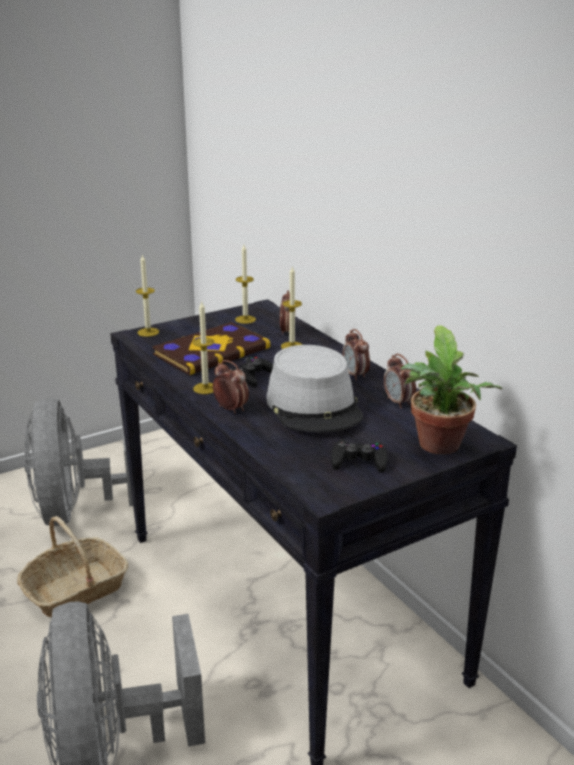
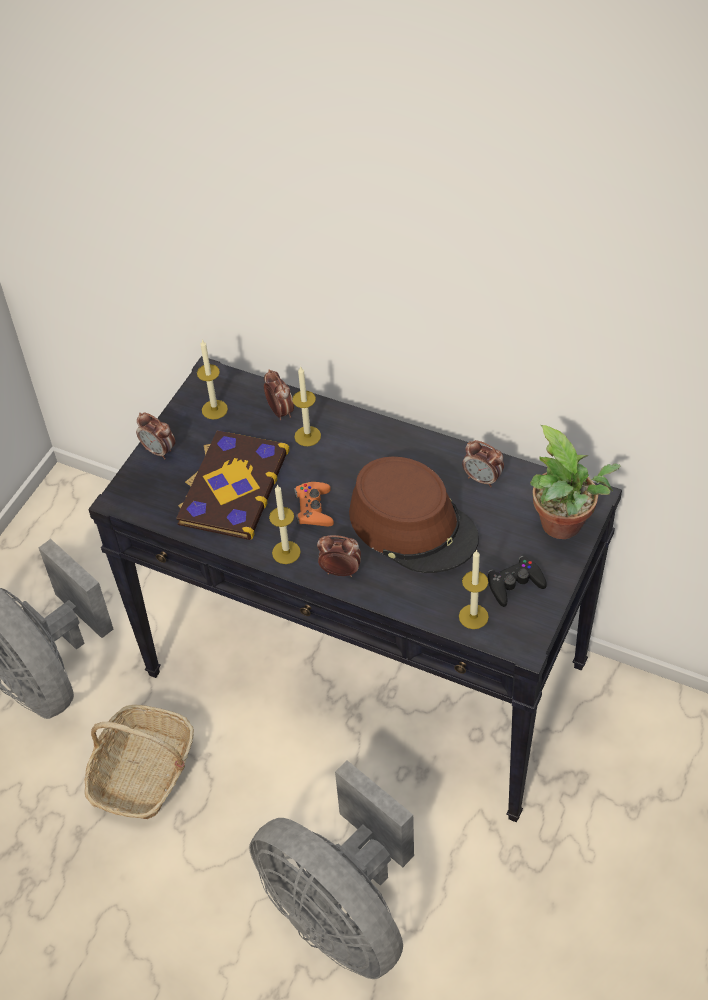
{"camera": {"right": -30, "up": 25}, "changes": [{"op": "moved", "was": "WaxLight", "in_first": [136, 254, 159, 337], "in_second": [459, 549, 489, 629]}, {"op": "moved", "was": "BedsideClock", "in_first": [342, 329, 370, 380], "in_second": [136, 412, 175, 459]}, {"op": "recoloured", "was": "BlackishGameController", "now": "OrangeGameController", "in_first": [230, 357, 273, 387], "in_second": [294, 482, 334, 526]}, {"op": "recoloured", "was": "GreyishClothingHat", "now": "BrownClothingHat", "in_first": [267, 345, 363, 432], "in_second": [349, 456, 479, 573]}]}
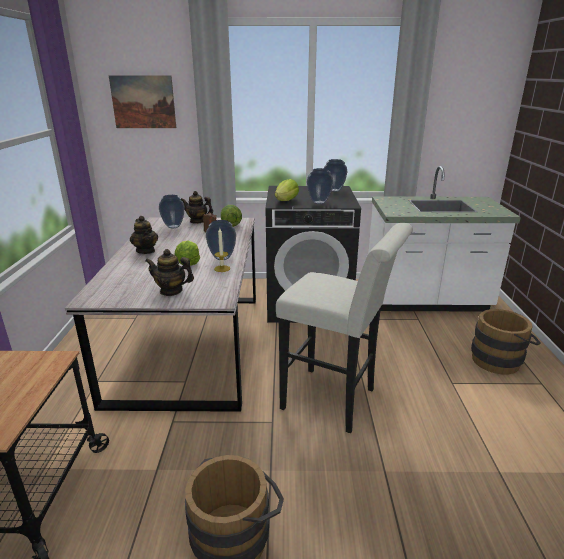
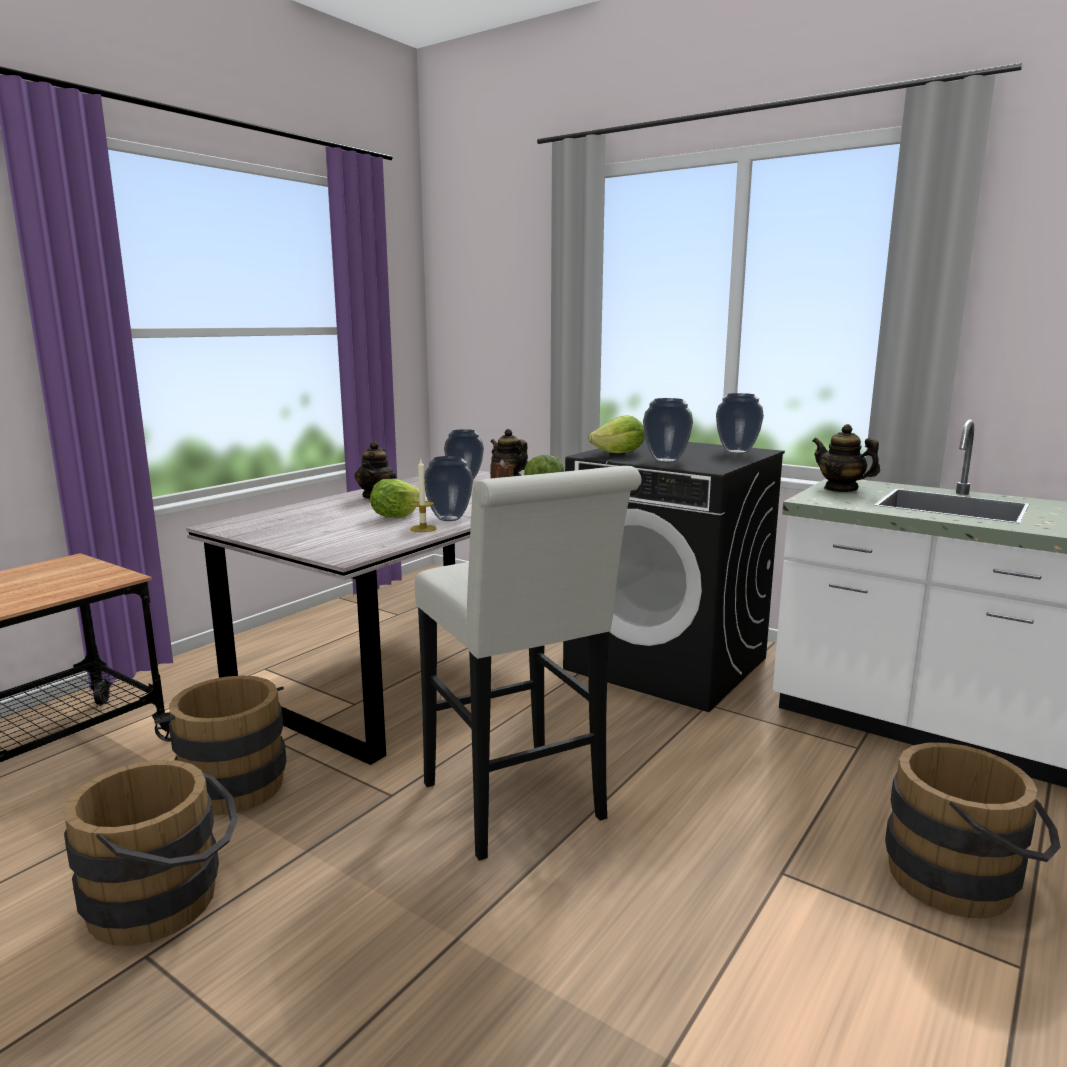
{"camera": {"right": 35, "up": -10}, "changes": [{"op": "removed", "was": "WallPicture", "in_first": [109, 75, 176, 128]}, {"op": "added", "now": "BrownPail", "in_second": [154, 675, 286, 815]}, {"op": "moved", "was": "Teapot", "in_first": [145, 249, 194, 296], "in_second": [812, 424, 880, 492]}]}
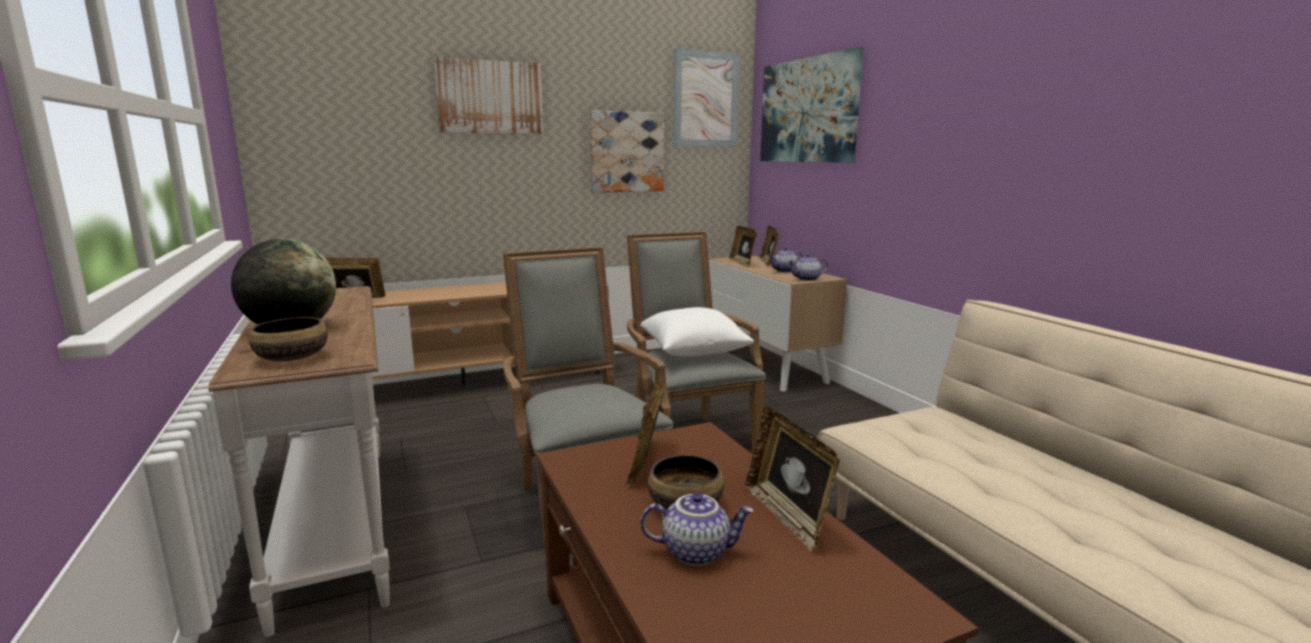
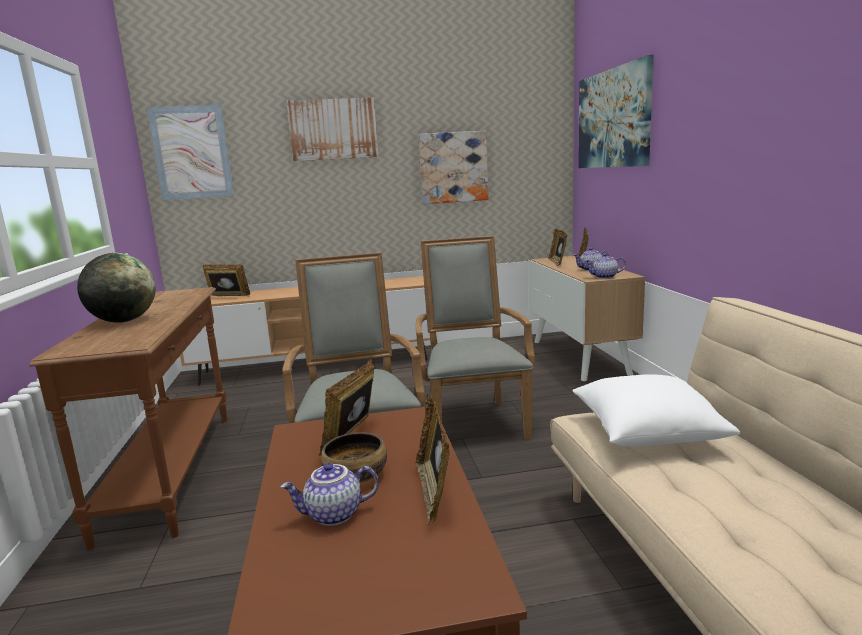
{"camera": {"right": 15, "up": 0}, "changes": [{"op": "removed", "was": "DeepDish", "in_first": [249, 317, 328, 362]}, {"op": "moved", "was": "WhiteThrowPillow", "in_first": [640, 307, 754, 356], "in_second": [572, 374, 740, 447]}, {"op": "moved", "was": "WallPicture", "in_first": [673, 49, 739, 147], "in_second": [146, 105, 234, 200]}, {"op": "recoloured", "was": "WhiteHallTable", "now": "BrownHallTable", "in_first": [208, 286, 390, 637], "in_second": [29, 287, 227, 550]}, {"op": "turned", "was": "Teapot", "in_first": [640, 492, 754, 566], "in_second": [280, 463, 379, 526], "clockwise": 150}]}
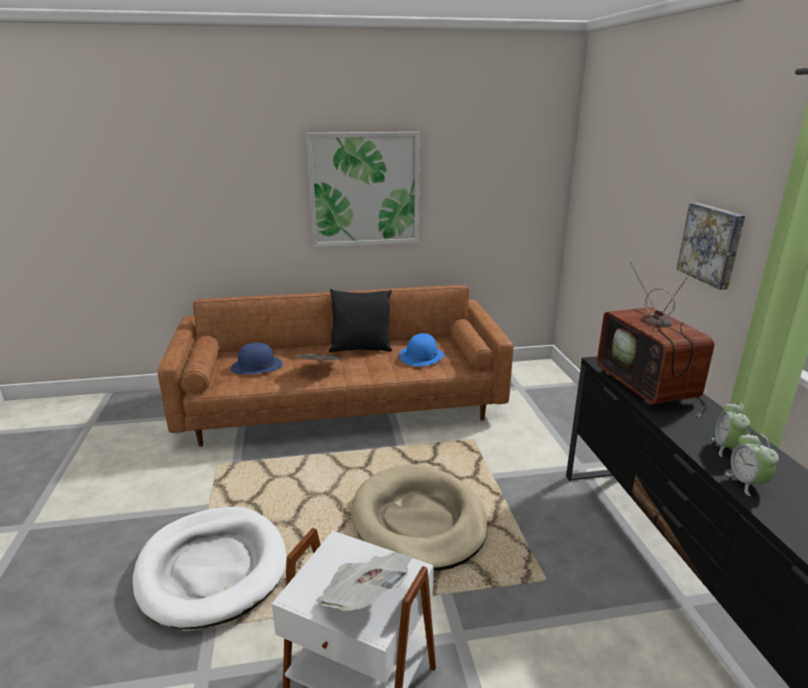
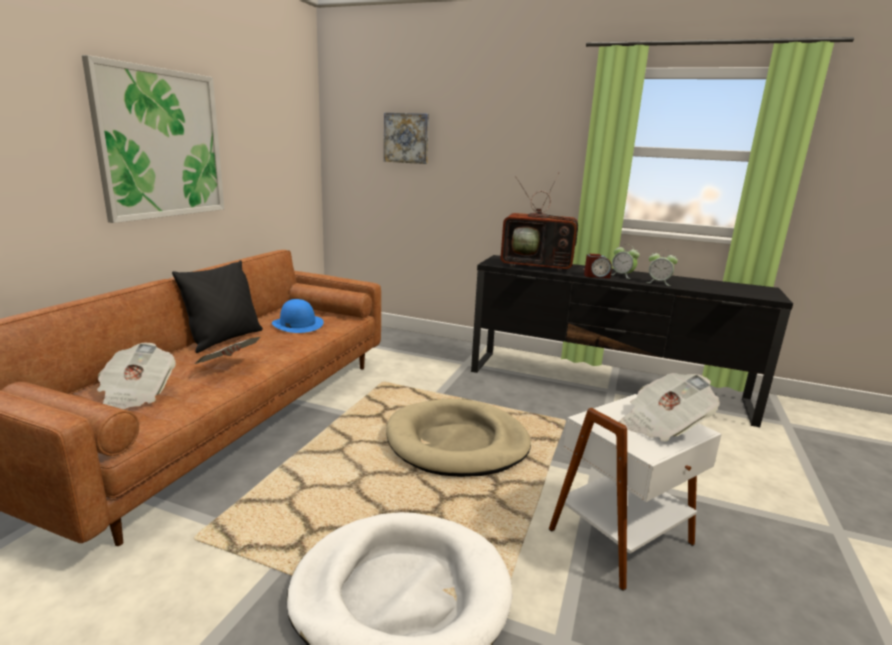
{"camera": {"right": -60, "up": -5}, "changes": [{"op": "added", "now": "BedsideClock", "in_second": [584, 254, 612, 278]}, {"op": "moved", "was": "WallPicture", "in_first": [676, 203, 745, 290], "in_second": [384, 113, 429, 164]}, {"op": "replaced", "was": "BlueClothingHat", "now": "Newspaper", "in_first": [231, 343, 282, 374], "in_second": [97, 343, 176, 409]}]}
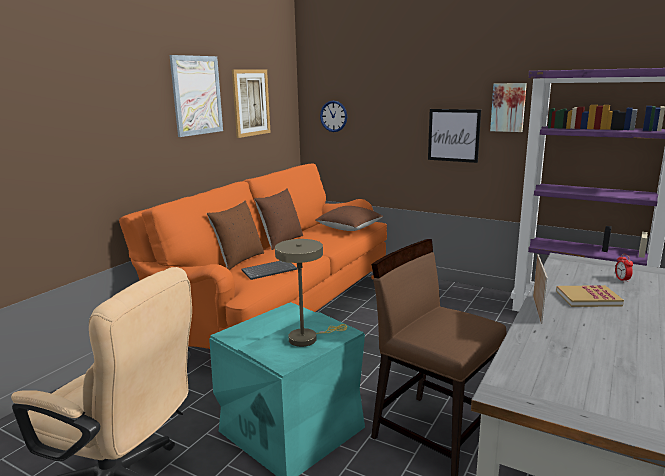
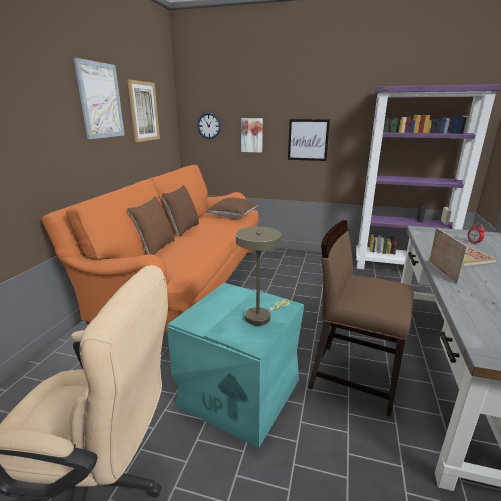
{"camera": {"right": -15, "up": 5}, "changes": [{"op": "removed", "was": "PcKeyboard", "in_first": [241, 261, 298, 280]}, {"op": "moved", "was": "WallPicture", "in_first": [490, 83, 527, 132], "in_second": [241, 118, 263, 153]}]}
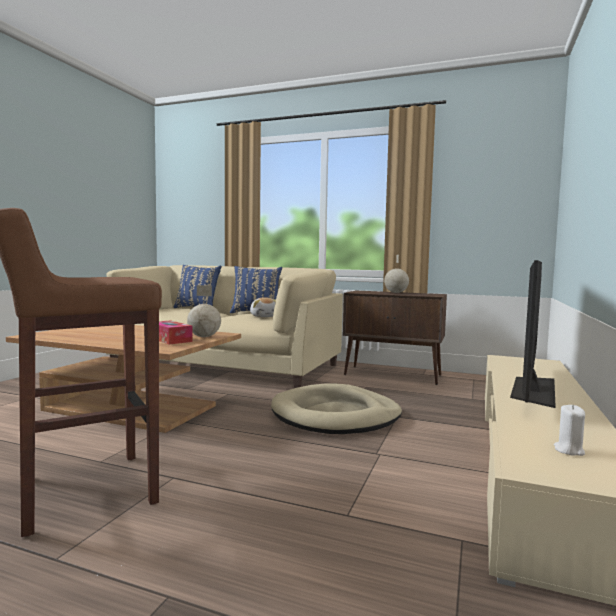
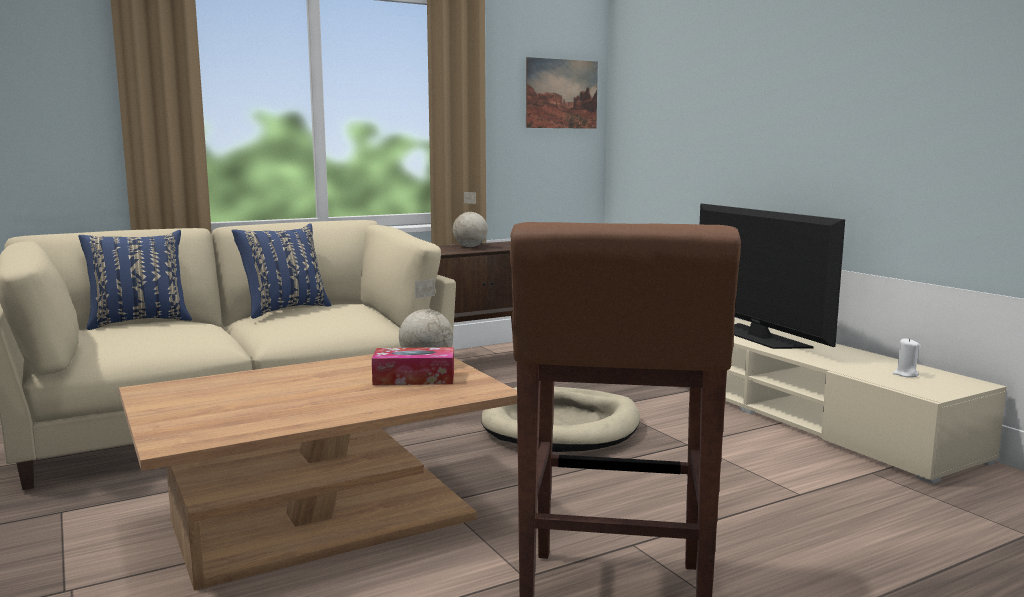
{"camera": {"right": -50, "up": 5}, "changes": [{"op": "removed", "was": "CuddlyToy", "in_first": [250, 297, 276, 317]}, {"op": "added", "now": "WallPicture", "in_second": [526, 57, 598, 129]}]}
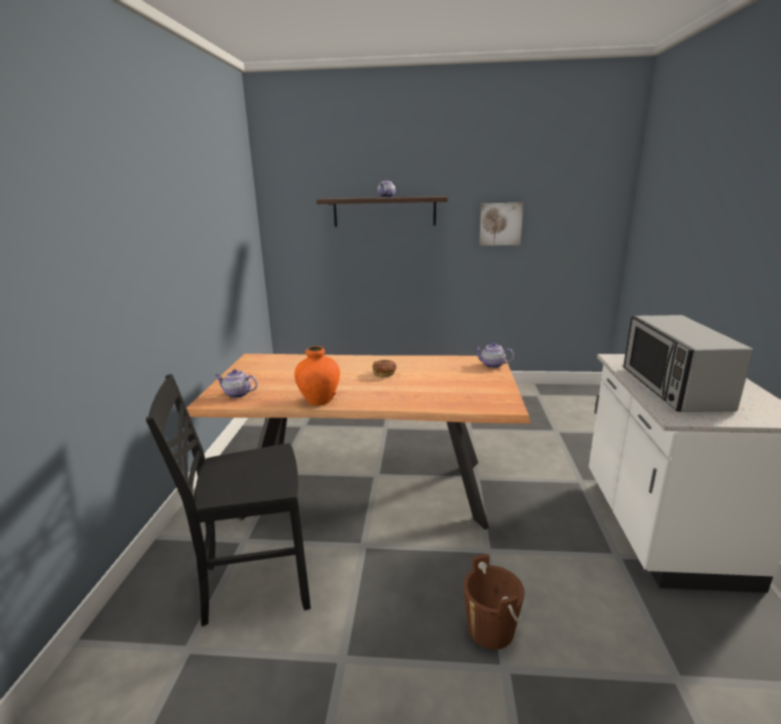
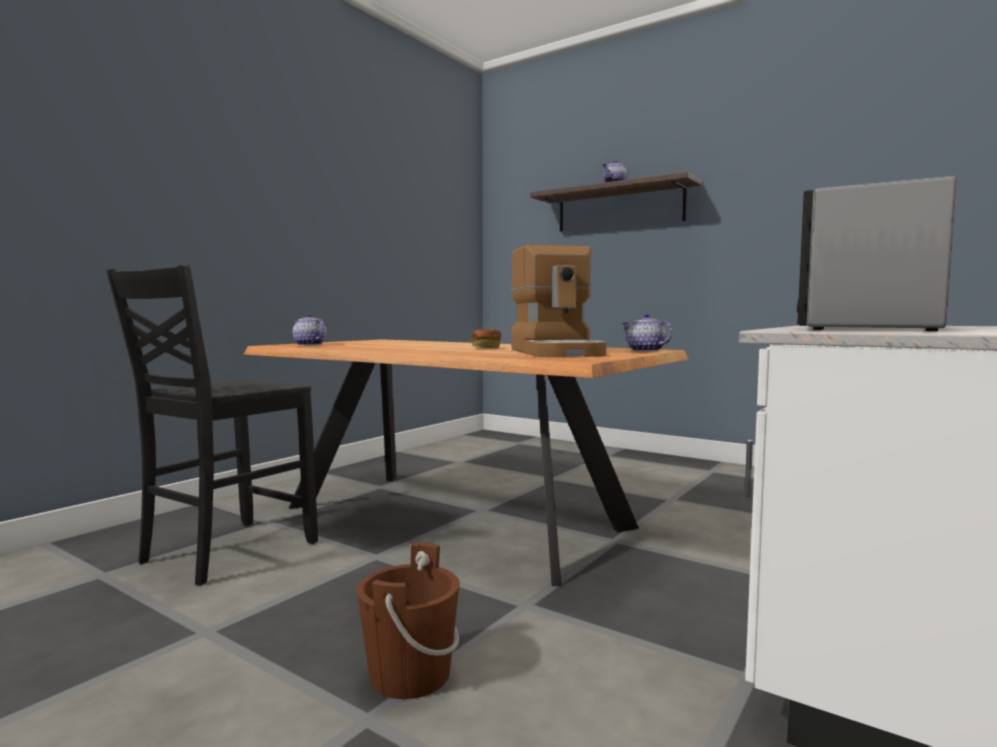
{"camera": {"right": 30, "up": -15}, "changes": [{"op": "removed", "was": "OrangeFlowerVase", "in_first": [294, 346, 340, 406]}, {"op": "removed", "was": "WallPicture", "in_first": [479, 203, 524, 246]}, {"op": "added", "now": "CoffeeMaker", "in_second": [511, 245, 606, 357]}, {"op": "turned", "was": "BlackishChair", "in_first": [146, 374, 311, 626], "in_second": [106, 264, 318, 586], "clockwise": -75}]}
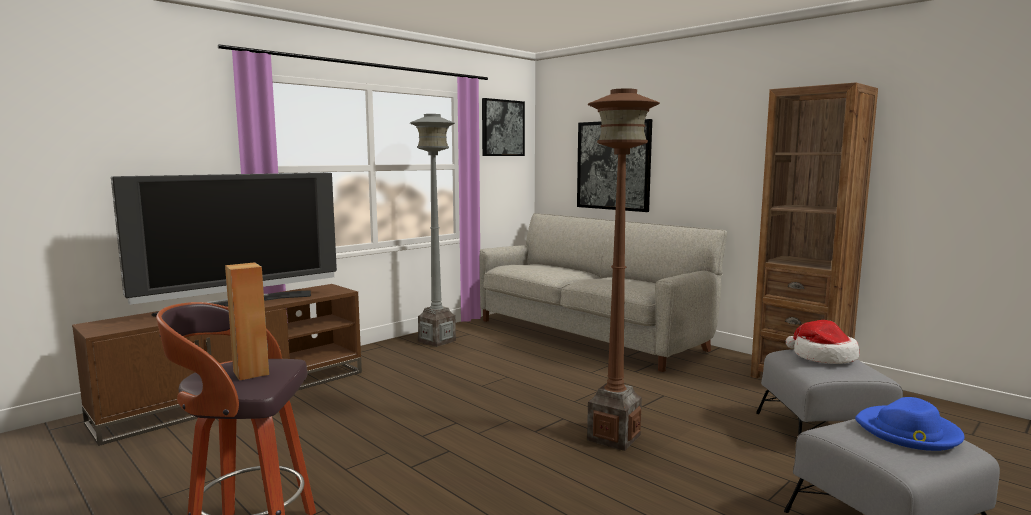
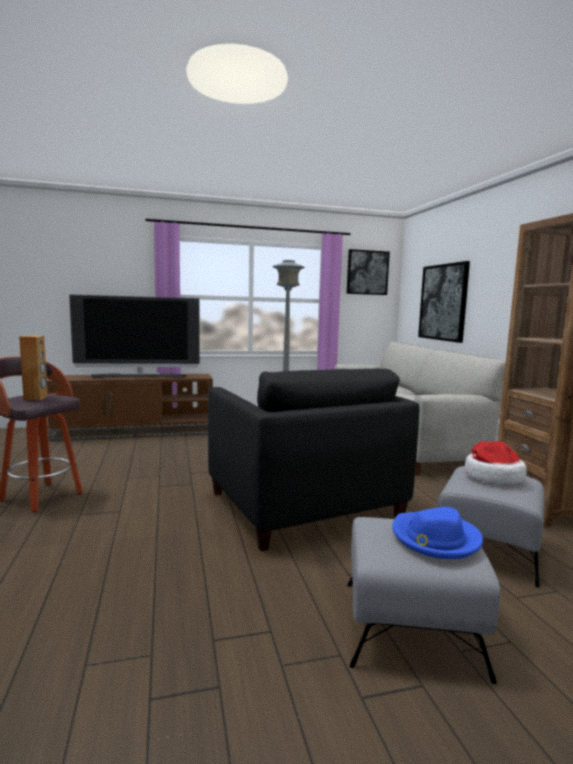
{"camera": {"right": 30, "up": 0}, "changes": [{"op": "replaced", "was": "BrownStandingLamp", "now": "BlackishArmchair", "in_first": [587, 88, 660, 451], "in_second": [208, 368, 419, 551]}]}
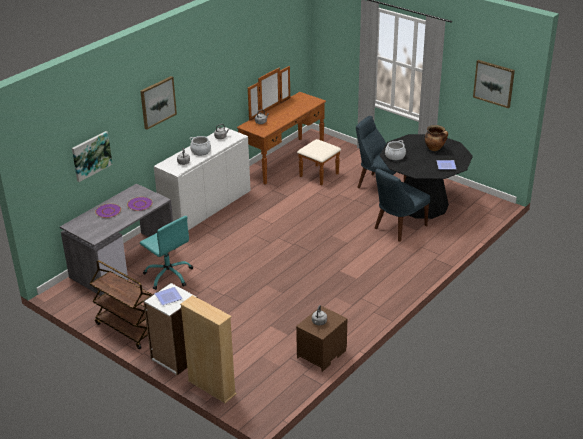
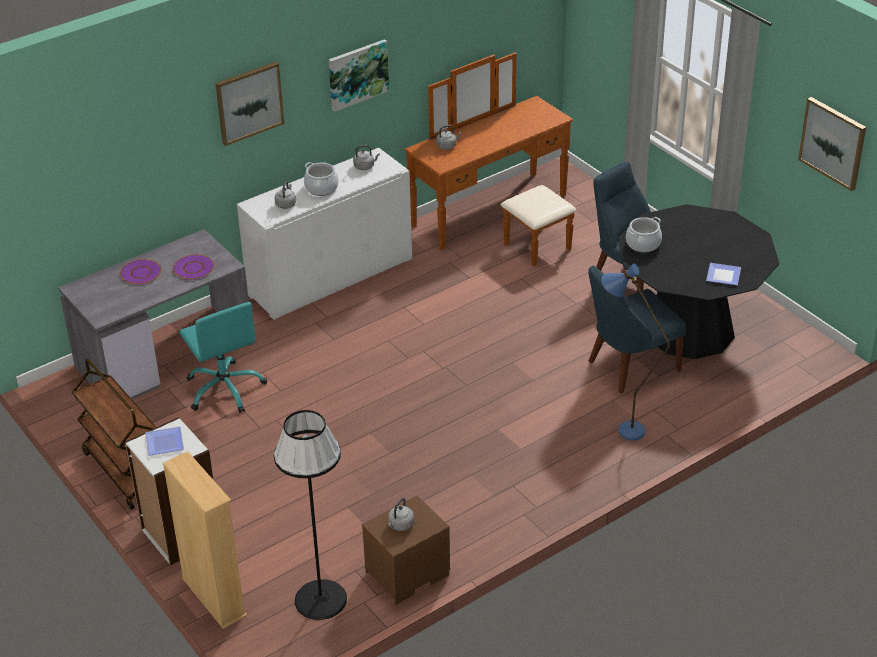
{"camera": {"right": 15, "up": 5}, "changes": [{"op": "removed", "was": "CookingPot", "in_first": [425, 125, 448, 151]}, {"op": "added", "now": "BlackishStandingLamp", "in_second": [274, 410, 347, 620]}, {"op": "added", "now": "BlueStandingLamp", "in_second": [601, 264, 670, 441]}, {"op": "moved", "was": "WallPicture", "in_first": [72, 131, 113, 182], "in_second": [329, 39, 389, 112]}]}
